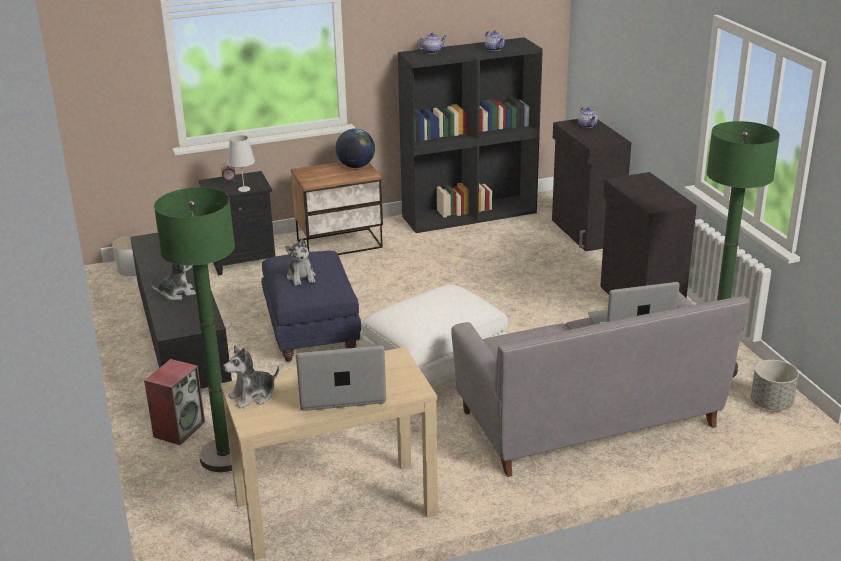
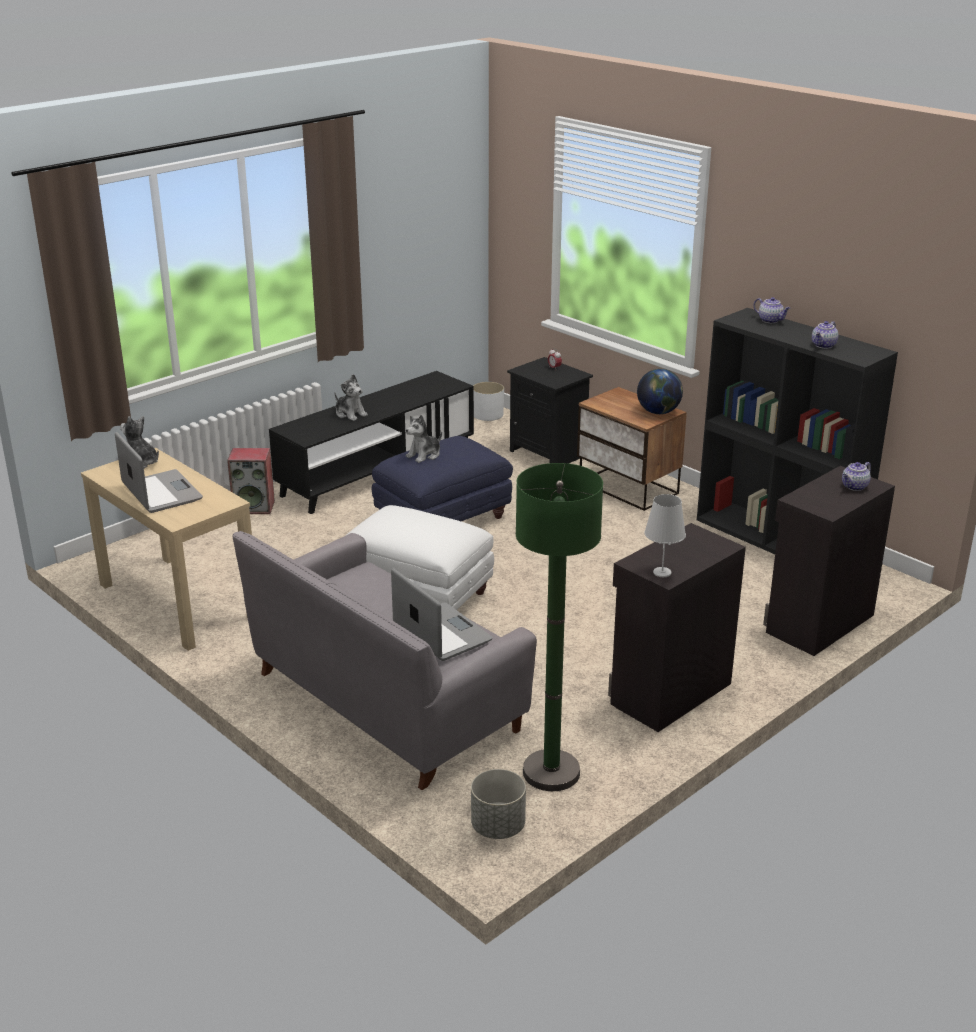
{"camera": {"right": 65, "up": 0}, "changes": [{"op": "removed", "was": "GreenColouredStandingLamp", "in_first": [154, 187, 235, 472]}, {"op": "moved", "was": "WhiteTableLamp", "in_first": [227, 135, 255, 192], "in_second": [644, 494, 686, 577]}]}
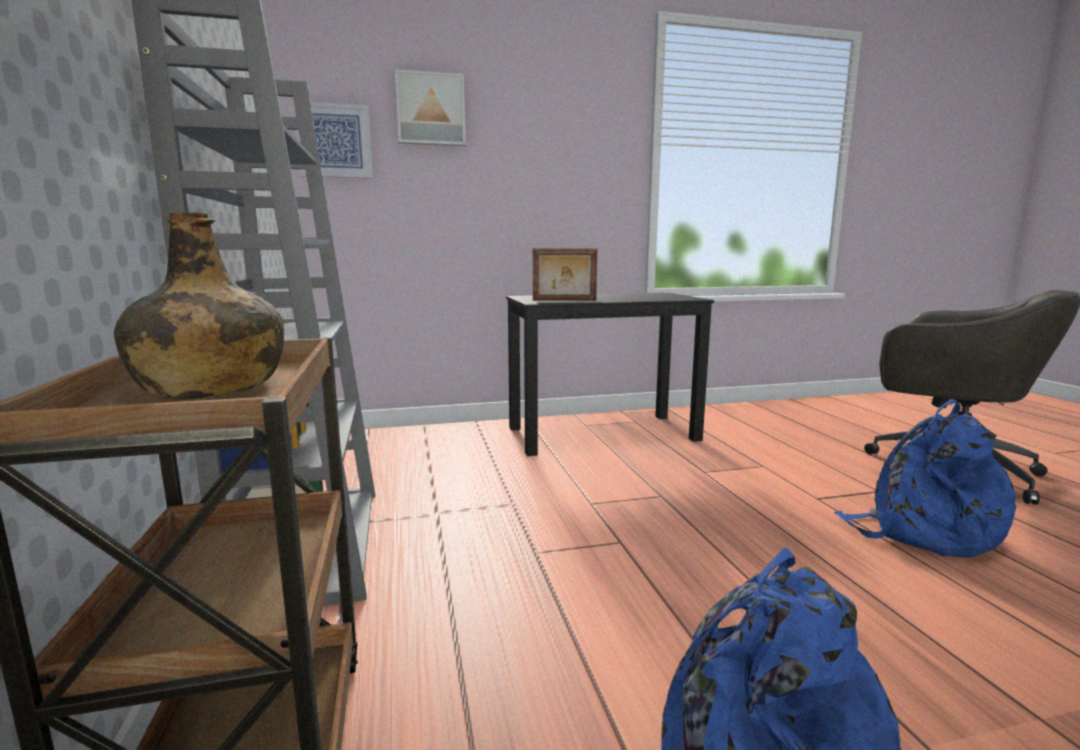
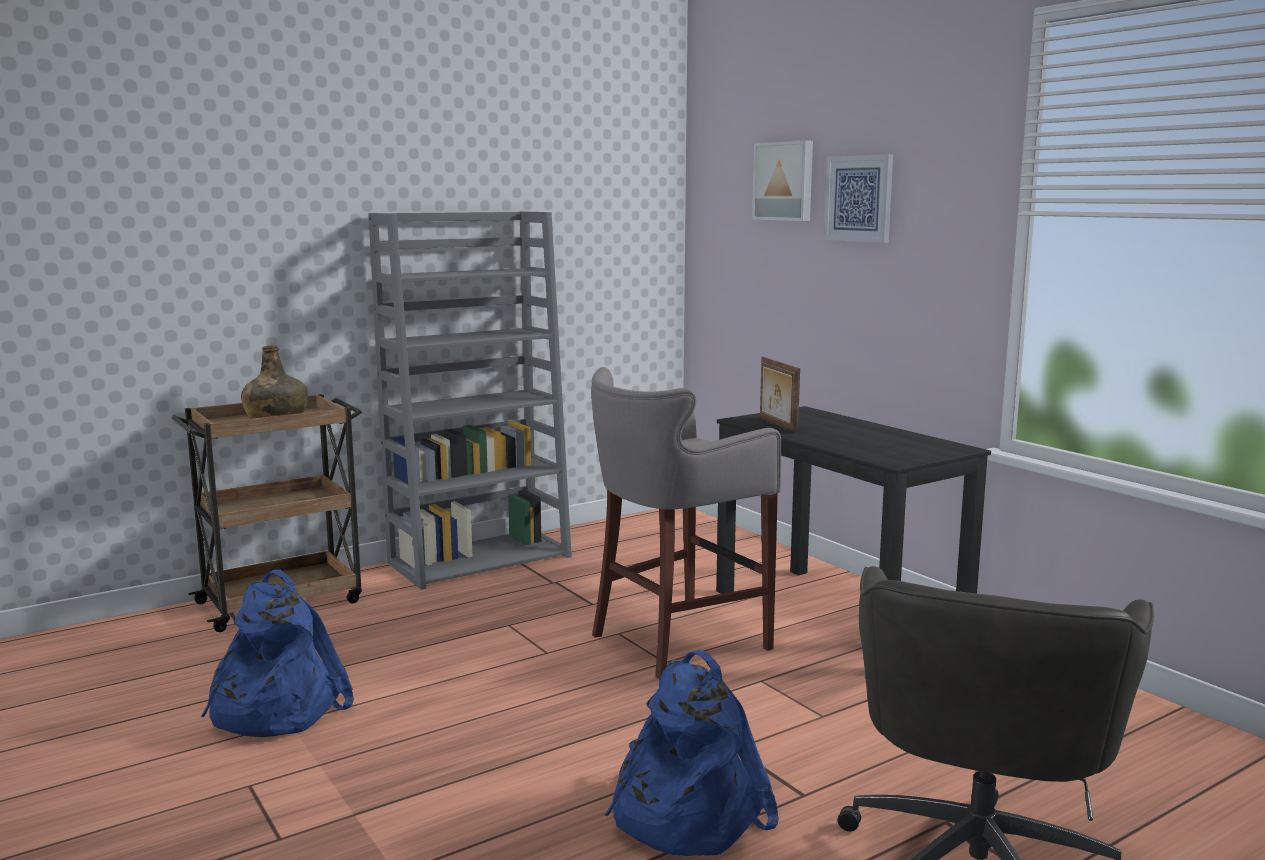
{"camera": {"right": 70, "up": 0}, "changes": [{"op": "added", "now": "GreyishSittingStool", "in_second": [591, 367, 781, 679]}, {"op": "moved", "was": "WallPicture", "in_first": [295, 102, 373, 178], "in_second": [824, 154, 893, 243]}]}
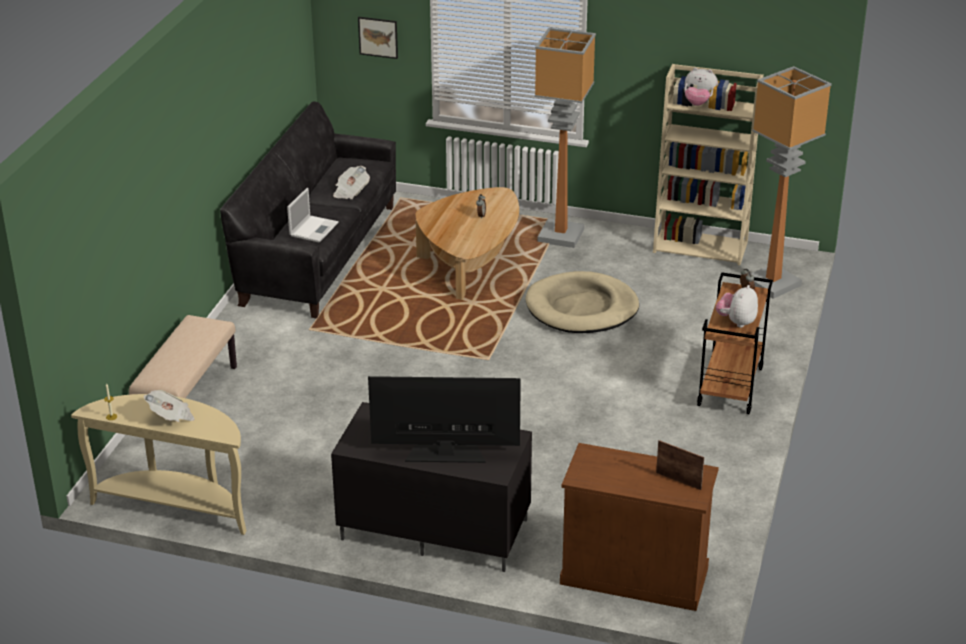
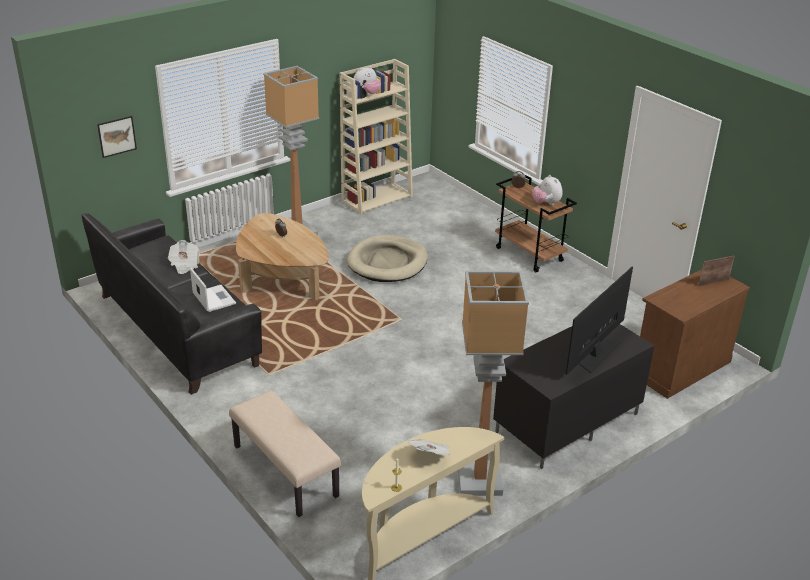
{"camera": {"right": -55, "up": 0}, "changes": [{"op": "moved", "was": "StandingLamp", "in_first": [751, 66, 832, 299], "in_second": [458, 271, 529, 496]}]}
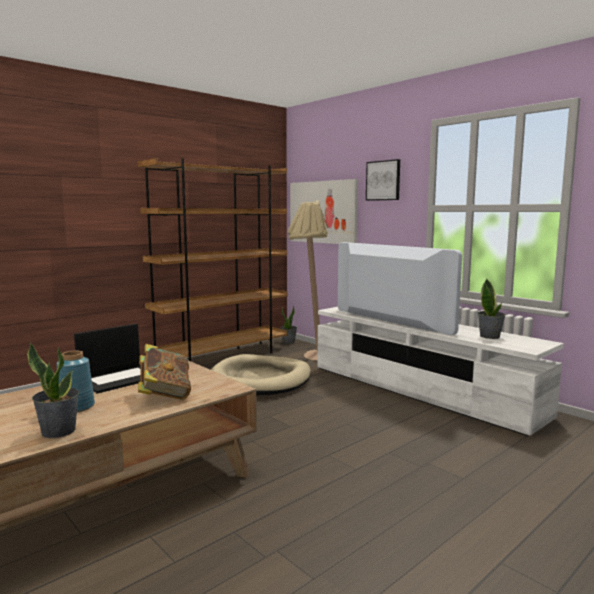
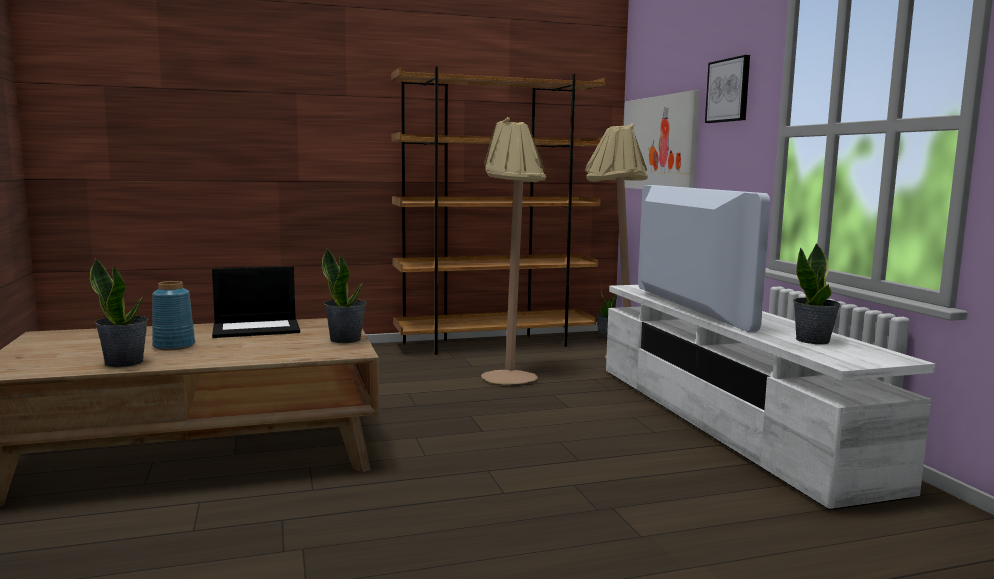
{"camera": {"right": 25, "up": 0}, "changes": [{"op": "removed", "was": "Volume", "in_first": [138, 344, 191, 400]}, {"op": "added", "now": "Houseplant", "in_second": [322, 248, 366, 343]}, {"op": "replaced", "was": "BeigeColouredPetBed", "now": "BeigeColouredStandingLamp", "in_first": [211, 354, 311, 395], "in_second": [481, 117, 546, 384]}]}
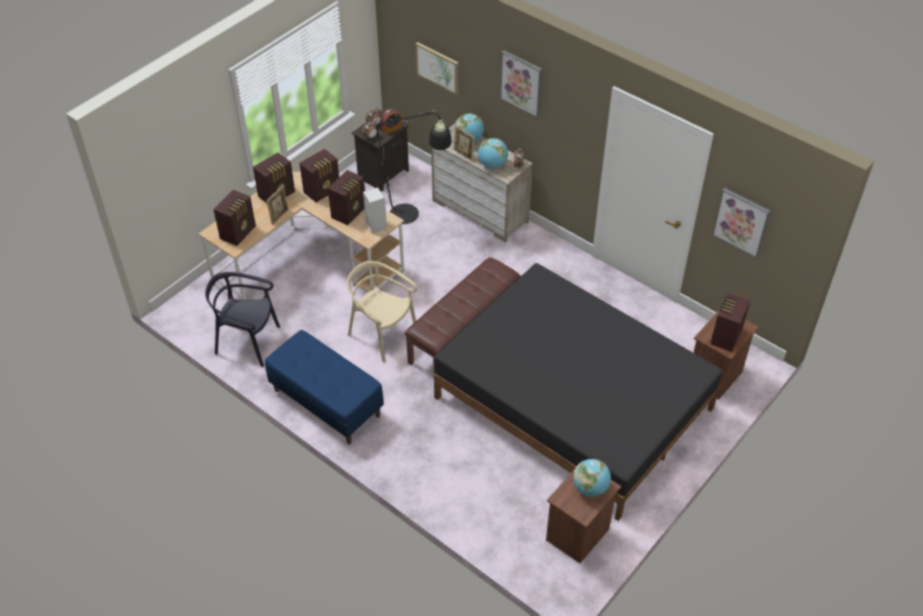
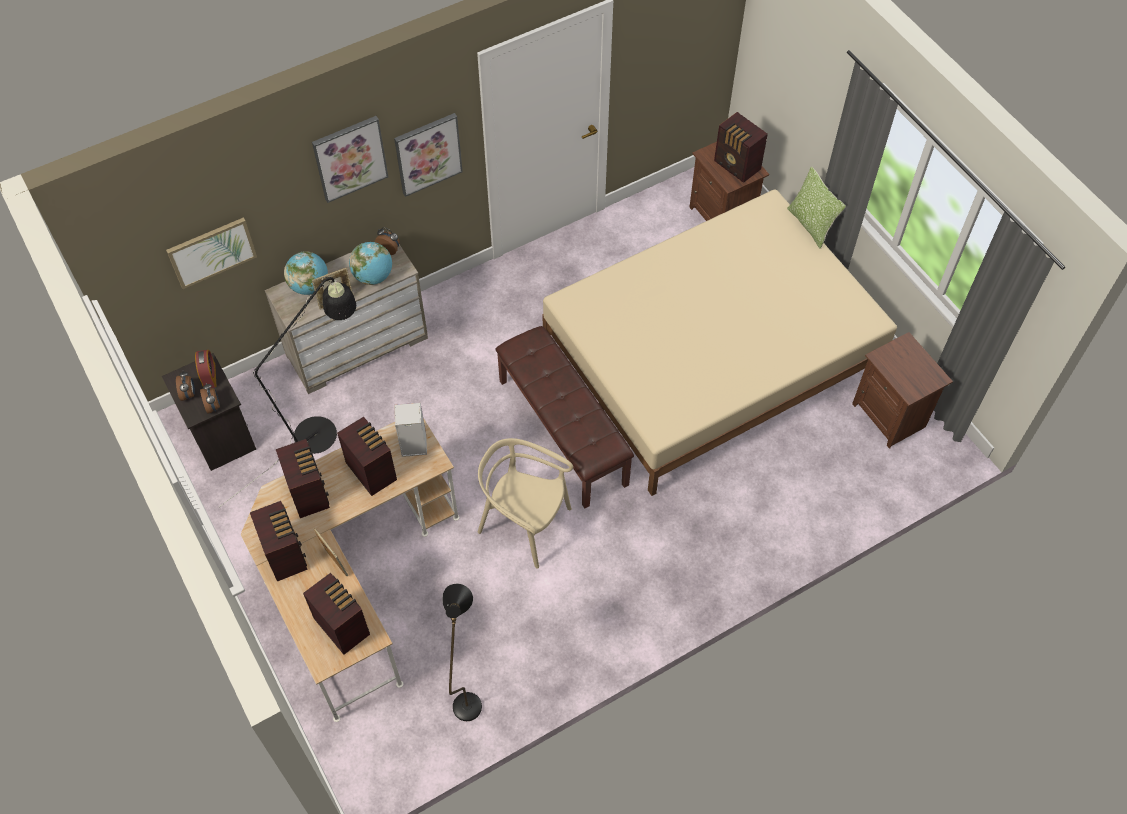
{"camera": {"right": -70, "up": 10}, "changes": [{"op": "removed", "was": "BlueBench", "in_first": [265, 330, 384, 444]}, {"op": "removed", "was": "DeskGlobe", "in_first": [573, 459, 611, 497]}, {"op": "added", "now": "ThrowPillow", "in_second": [787, 166, 846, 249]}, {"op": "moved", "was": "WallPicture", "in_first": [712, 188, 771, 258], "in_second": [394, 113, 463, 197]}, {"op": "replaced", "was": "BlackishChair", "now": "BlackishStandingLamp", "in_first": [205, 272, 280, 367], "in_second": [442, 584, 482, 721]}, {"op": "recoloured", "was": "BlackishBedroomBed", "now": "BeigeColouredBedroomBed", "in_first": [434, 263, 723, 521], "in_second": [542, 189, 897, 496]}, {"op": "turned", "was": "BeigeColouredChair", "in_first": [347, 261, 418, 363], "in_second": [478, 438, 573, 568], "clockwise": 60}]}
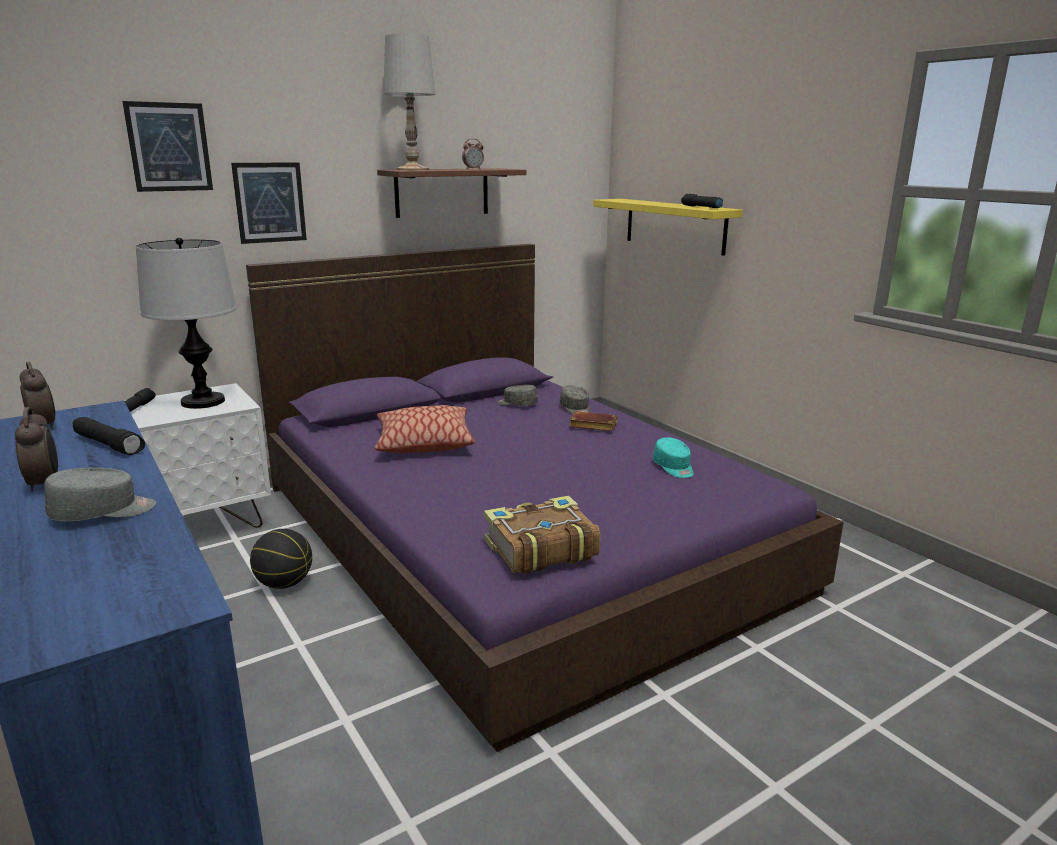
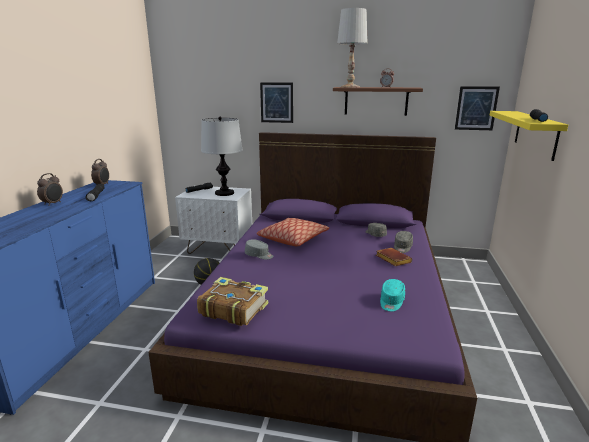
{"camera": {"right": 45, "up": 0}, "changes": [{"op": "moved", "was": "GreyishCap", "in_first": [44, 468, 156, 522], "in_second": [245, 239, 274, 260]}, {"op": "moved", "was": "WallPicture", "in_first": [122, 101, 213, 192], "in_second": [455, 86, 500, 130]}]}
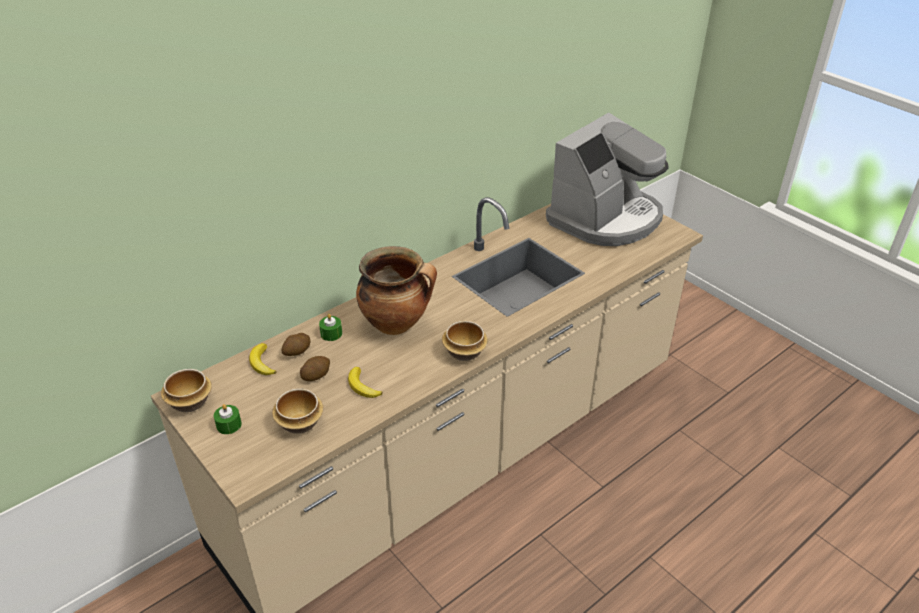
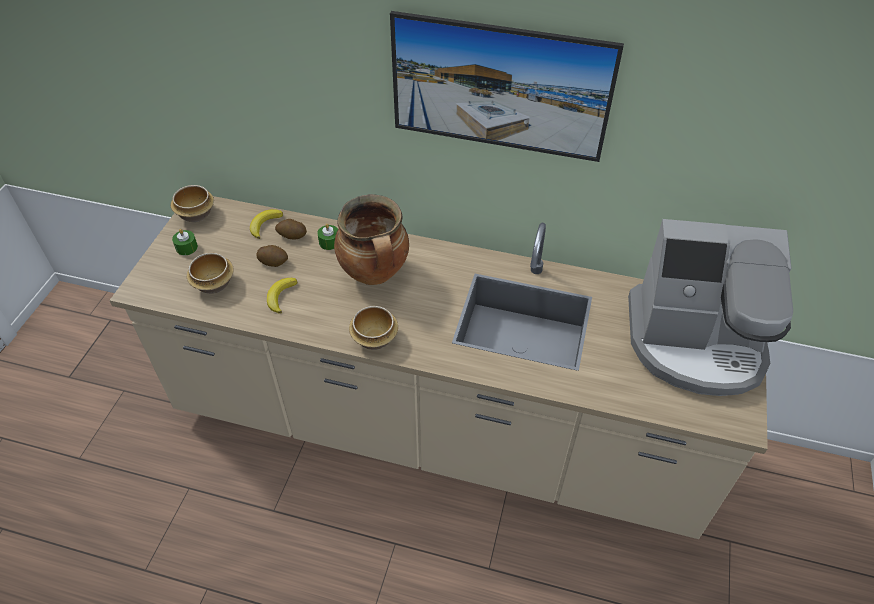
{"camera": {"right": 55, "up": 10}, "changes": [{"op": "added", "now": "WallPicture", "in_second": [390, 11, 624, 162]}]}
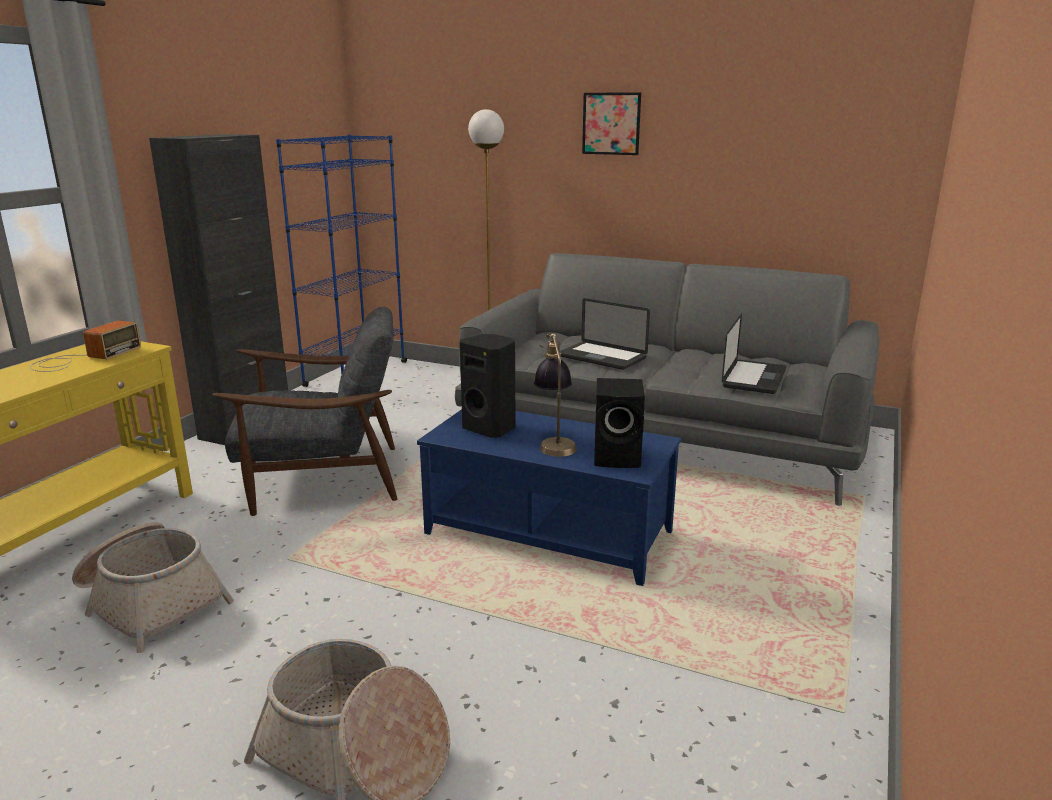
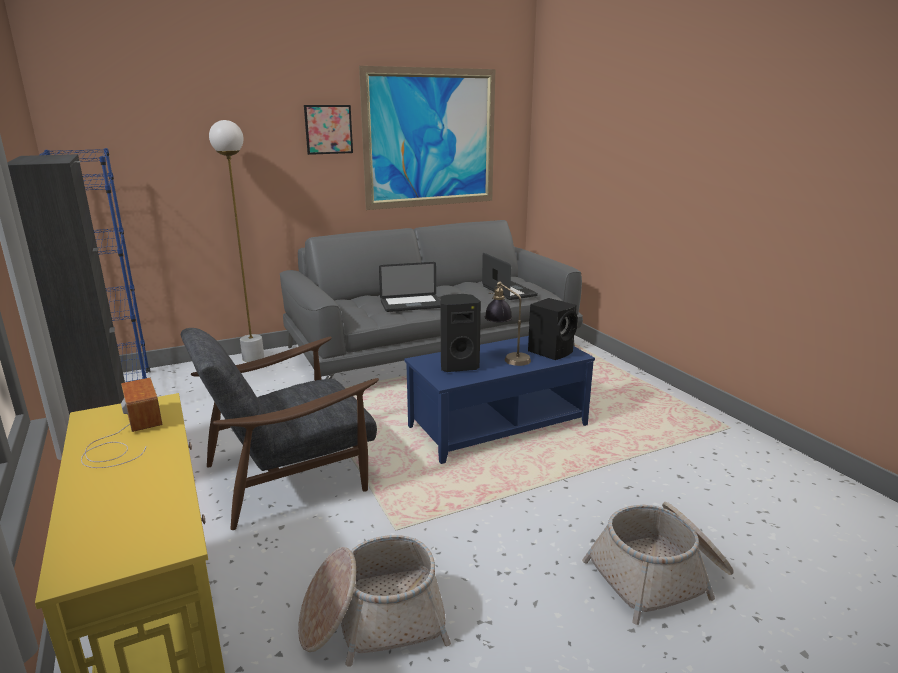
{"camera": {"right": -50, "up": 0}, "changes": [{"op": "added", "now": "WallPicture", "in_second": [359, 66, 496, 210]}, {"op": "turned", "was": "GreyishArmchair", "in_first": [212, 307, 398, 516], "in_second": [181, 328, 379, 530], "clockwise": -150}]}
